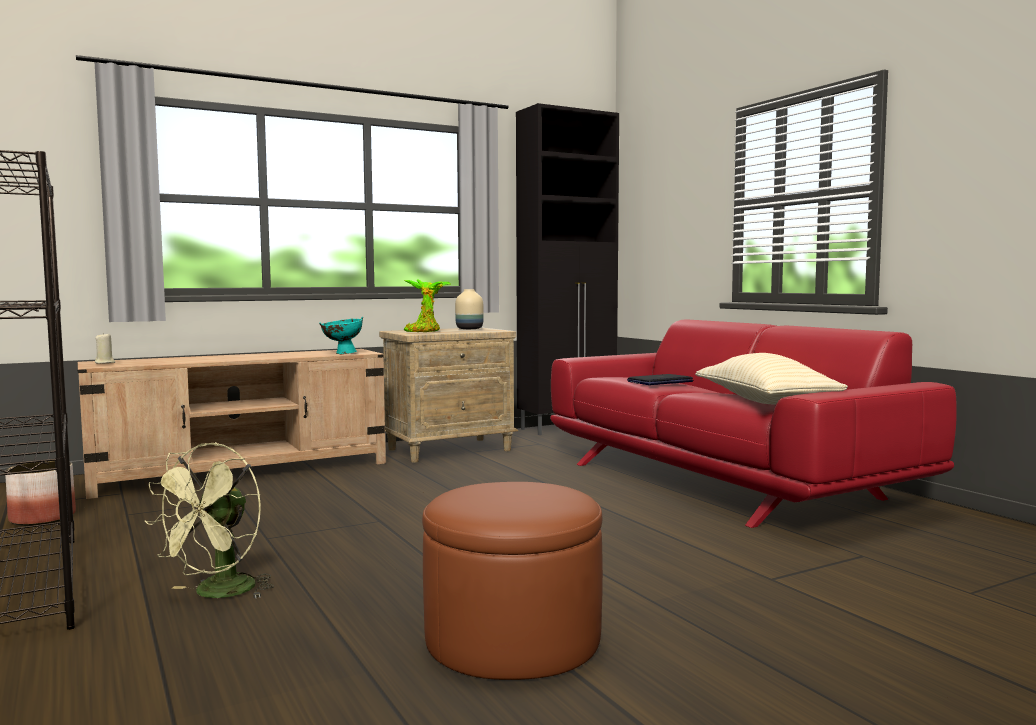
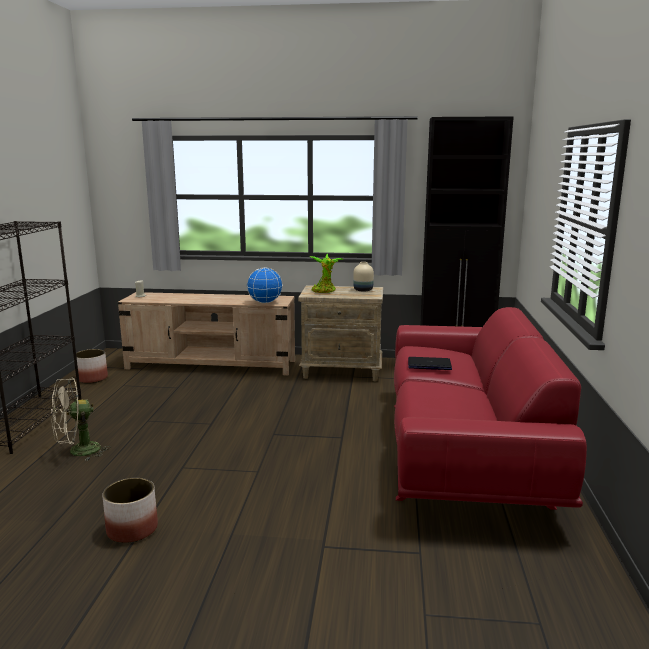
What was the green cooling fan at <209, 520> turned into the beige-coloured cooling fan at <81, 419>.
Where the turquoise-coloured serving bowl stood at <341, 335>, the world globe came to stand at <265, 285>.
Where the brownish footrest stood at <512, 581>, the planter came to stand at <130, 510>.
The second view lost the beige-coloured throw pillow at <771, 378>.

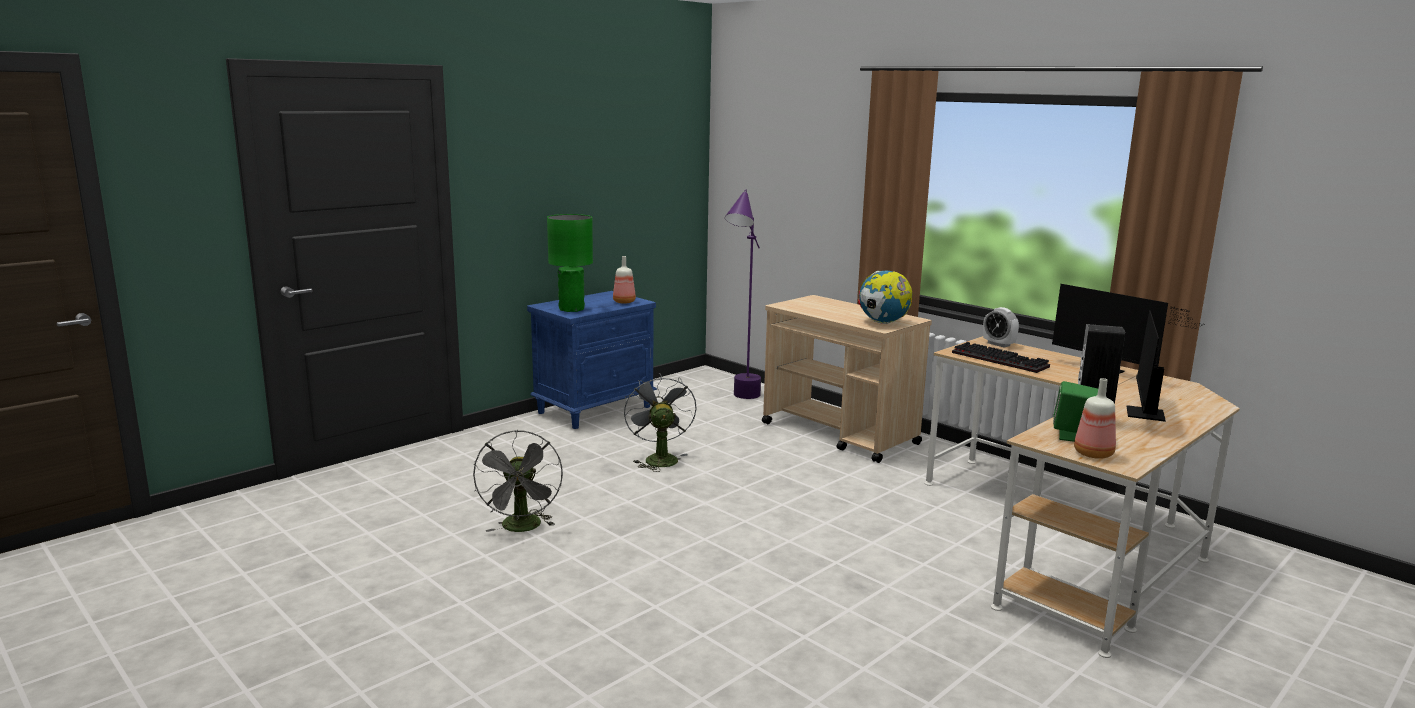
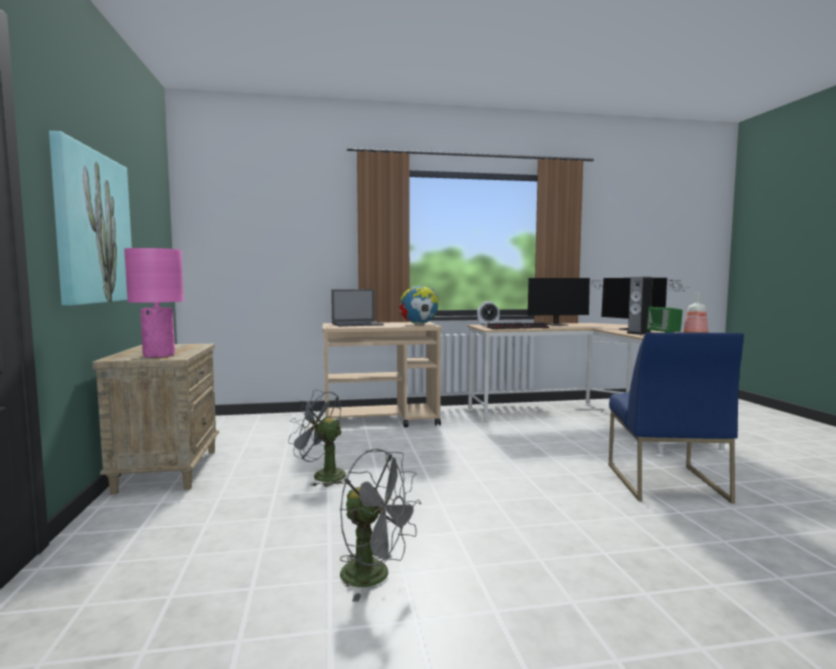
What was the blue bedside table at <592, 360> turned into the beige-coloured bedside table at <155, 419>.
What was the green lamp for a table at <570, 263> turned into the pinkish lamp for a table at <154, 303>.
The second view lost the bottle at <624, 280>.
The second view lost the purplish standing lamp at <743, 294>.
The second view gained the wall art at <90, 218>.
The second view gained the portable computer at <357, 308>.
The second view gained the blue chair at <676, 418>.

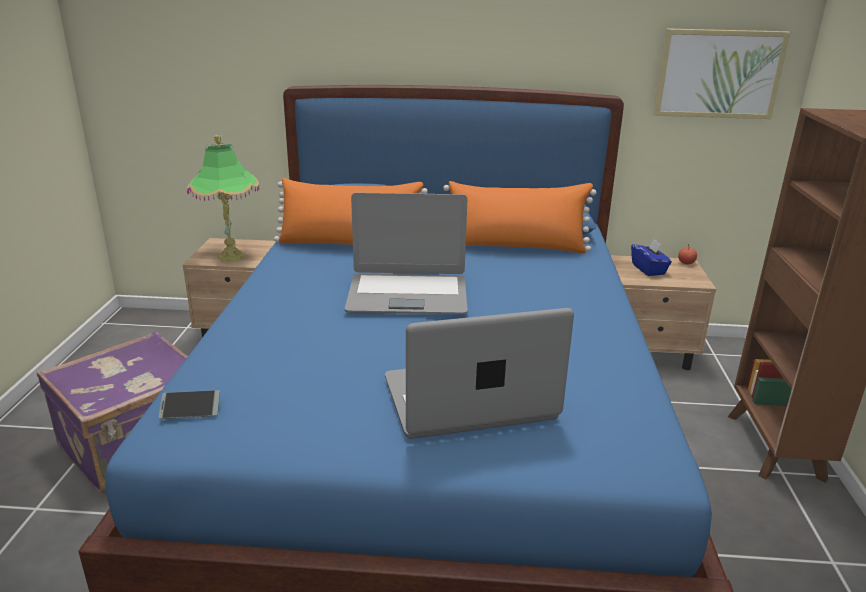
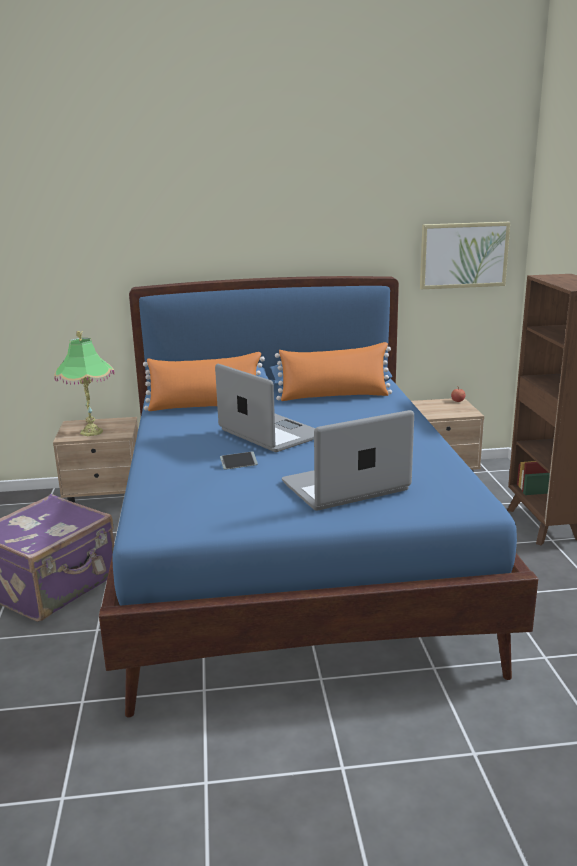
The telephone ended up elsewhere, having gone from <189, 404> to <239, 460>.
The portable computer at <406, 253> ended up facing another way, 120 degrees counterclockwise from before.
The second view lost the blue box of tissues at <651, 257>.

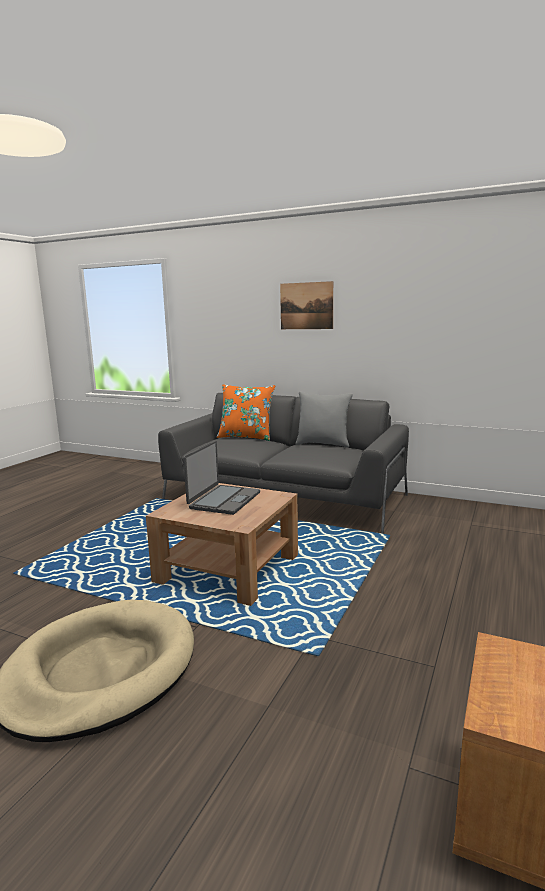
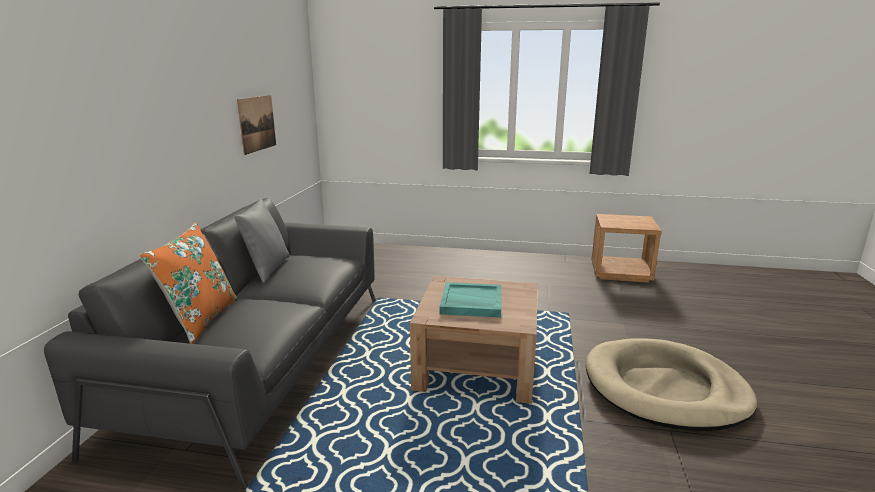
Where the portable computer stood at <222, 477>, the turquoise-coloured carrying tray came to stand at <470, 300>.
The wall art ended up elsewhere, having gone from <306, 305> to <256, 125>.

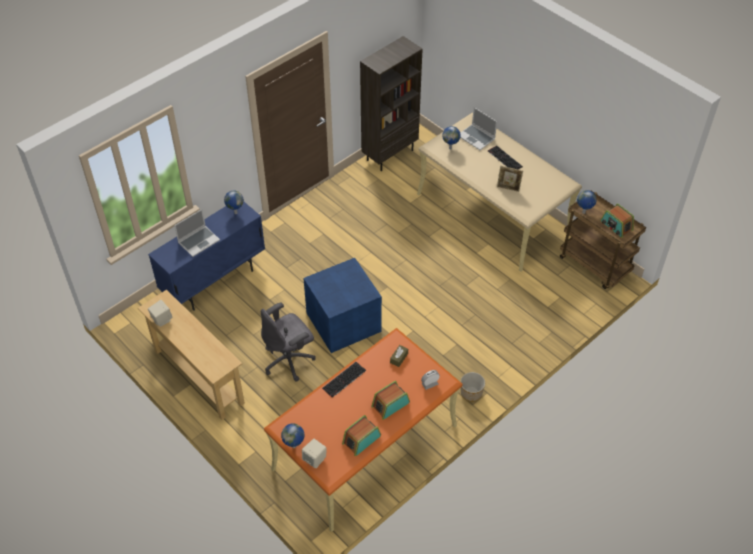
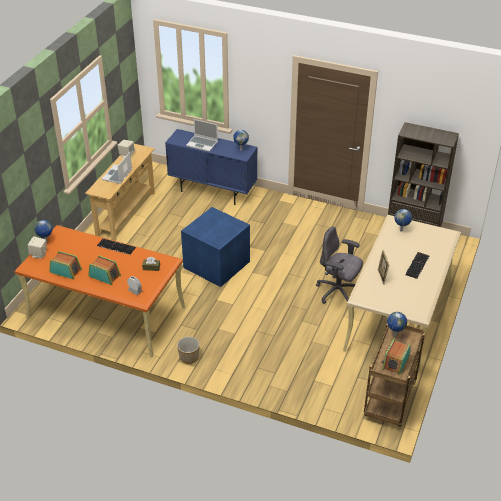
The grey office chair ended up elsewhere, having gone from <288, 341> to <339, 265>.
The portable computer ended up elsewhere, having gone from <478, 128> to <117, 168>.

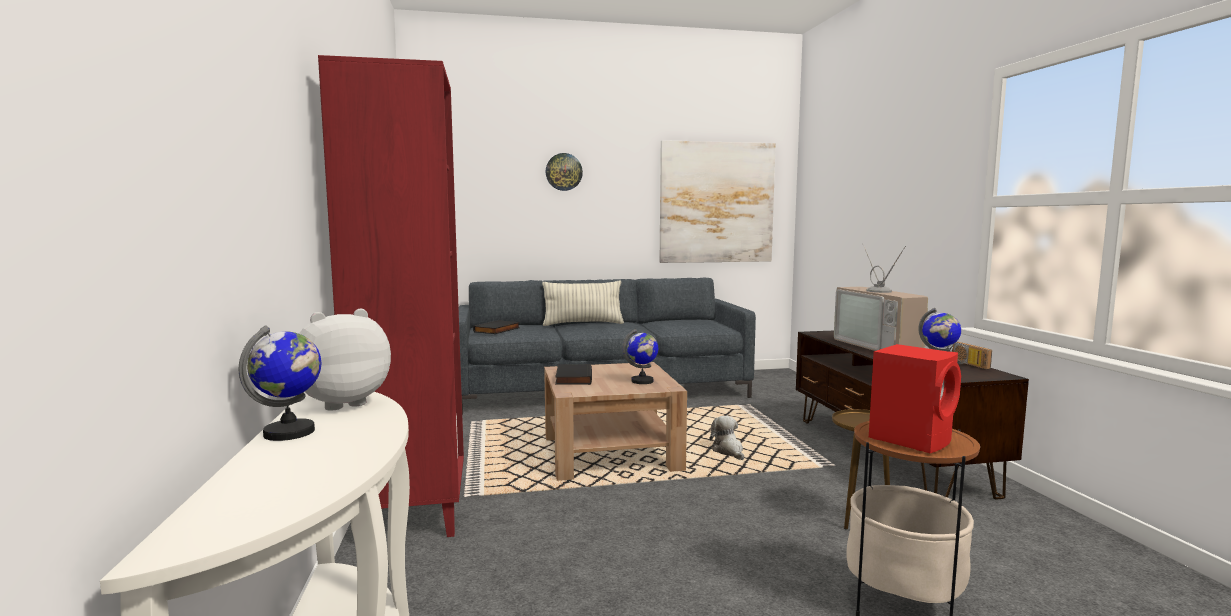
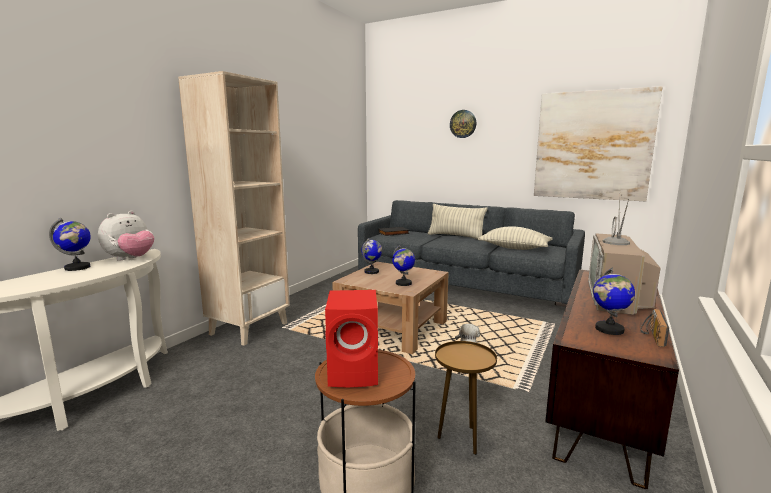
The plush toy at <345, 359> ended up facing another way, 120 degrees clockwise from before.
What was the reddish bookshelf at <391, 296> turned into the beige-coloured bookshelf at <234, 208>.
Where the black volume stood at <573, 374>, the world globe came to stand at <371, 256>.
The second view gained the throw pillow at <515, 238>.

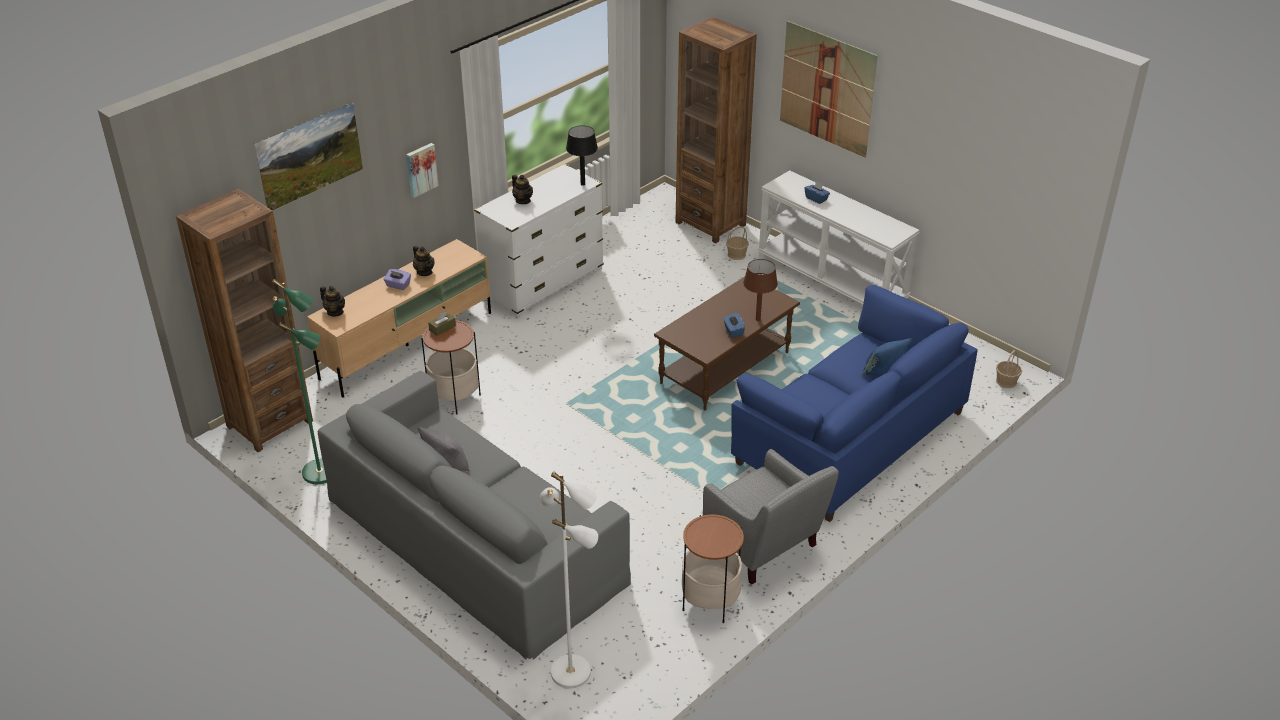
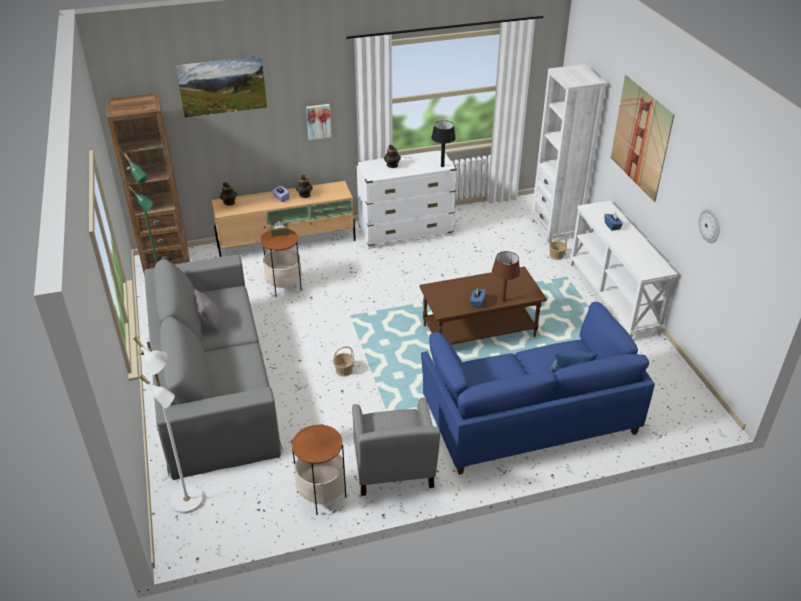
What was the brownish bookshelf at <716, 130> turned into the white bookshelf at <568, 153>.
The household basket ended up elsewhere, having gone from <1009, 369> to <343, 361>.
The second view gained the wall clock at <709, 226>.

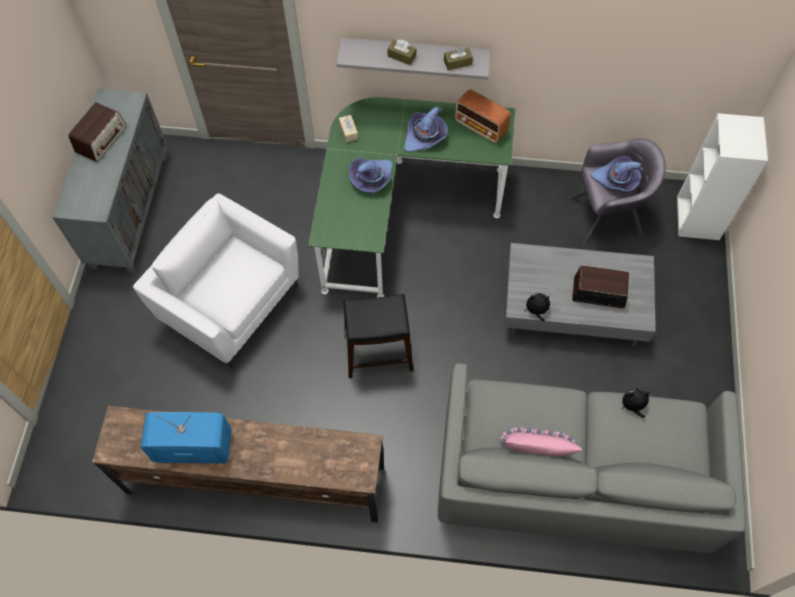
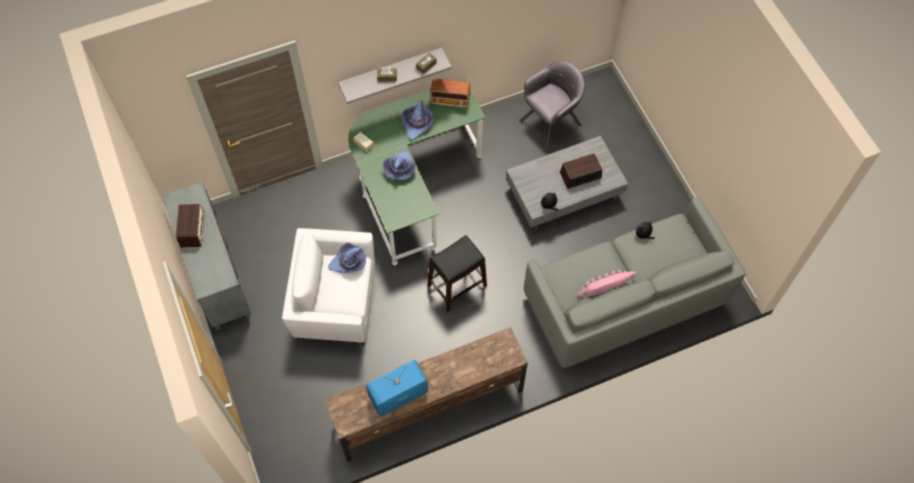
The purplish clothing hat ended up elsewhere, having gone from <617, 174> to <347, 258>.
The second view lost the white bookshelf at <722, 176>.

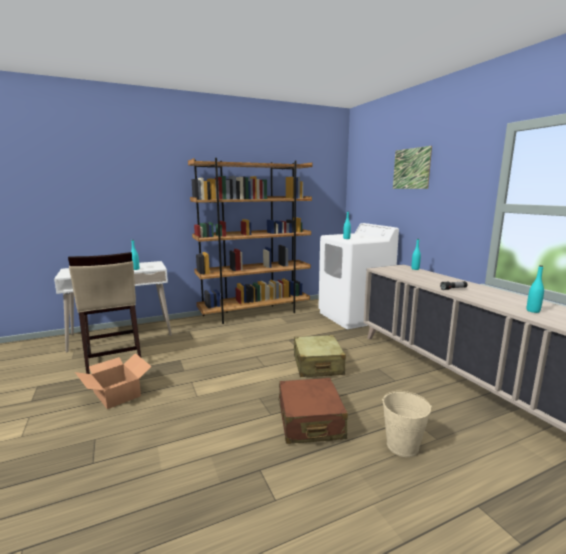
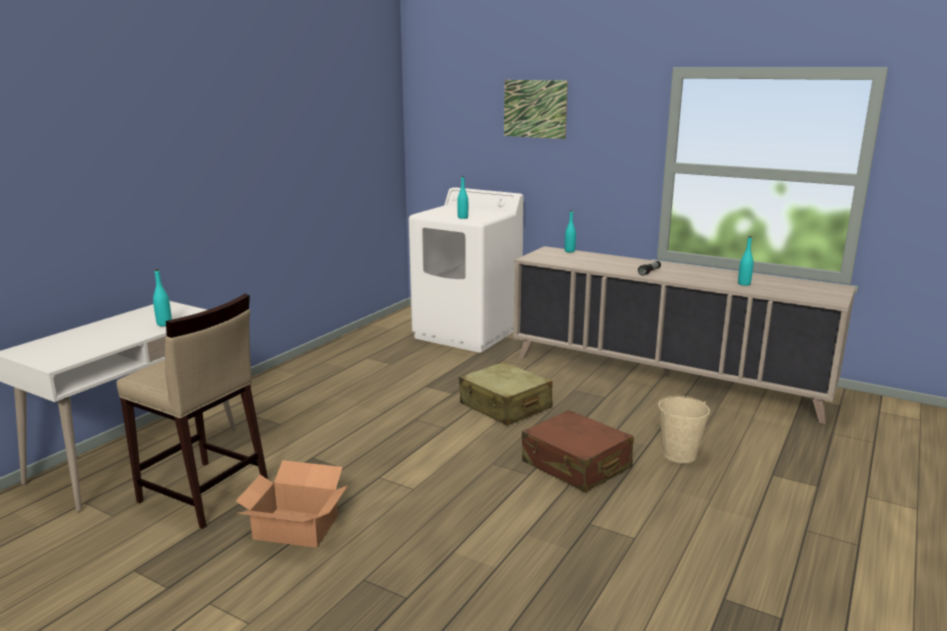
The second view lost the brownish bookshelf at <250, 241>.

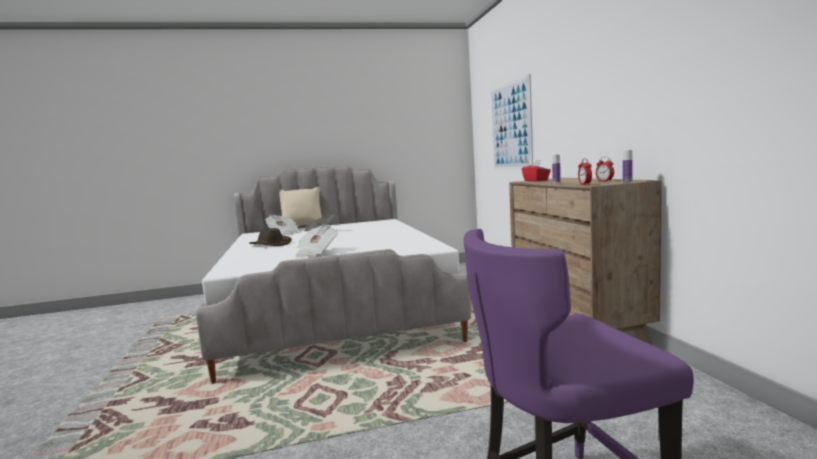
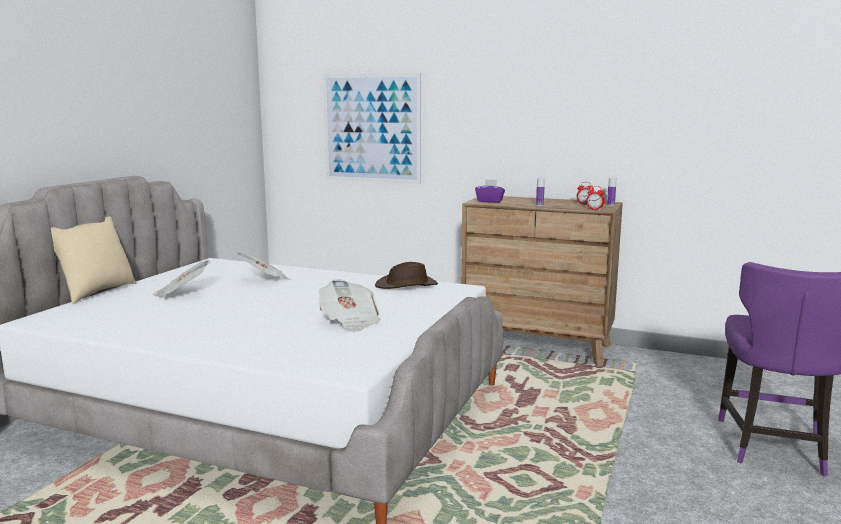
The brownish clothing hat ended up elsewhere, having gone from <270, 237> to <406, 275>.
The newspaper ended up elsewhere, having gone from <282, 225> to <263, 266>.
What was the reddish box of tissues at <536, 170> turned into the purplish box of tissues at <490, 191>.

